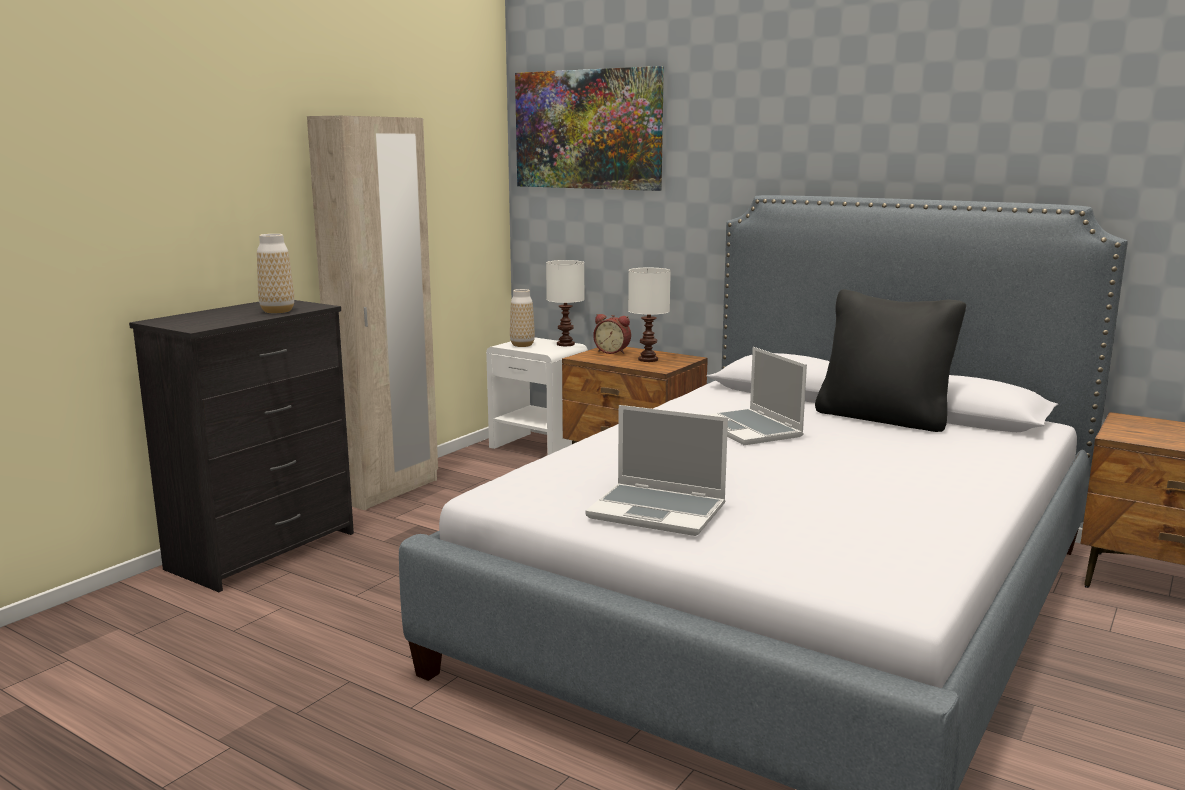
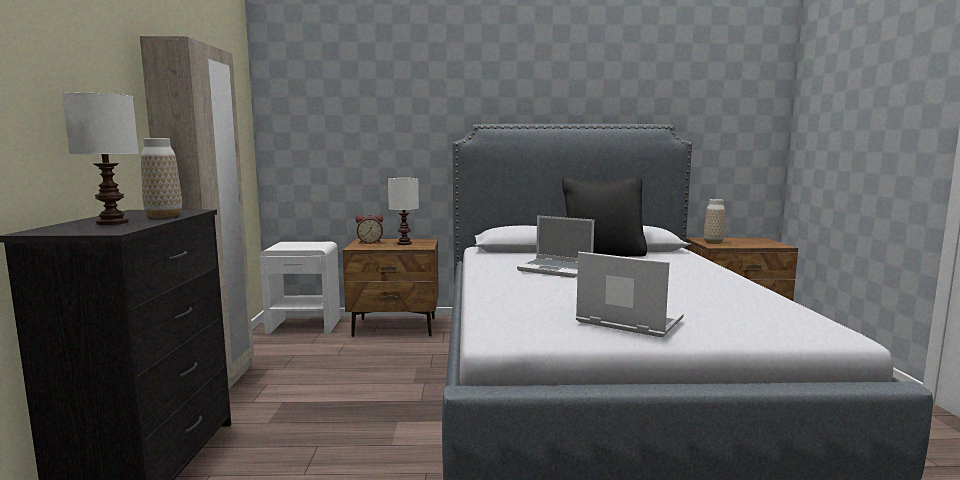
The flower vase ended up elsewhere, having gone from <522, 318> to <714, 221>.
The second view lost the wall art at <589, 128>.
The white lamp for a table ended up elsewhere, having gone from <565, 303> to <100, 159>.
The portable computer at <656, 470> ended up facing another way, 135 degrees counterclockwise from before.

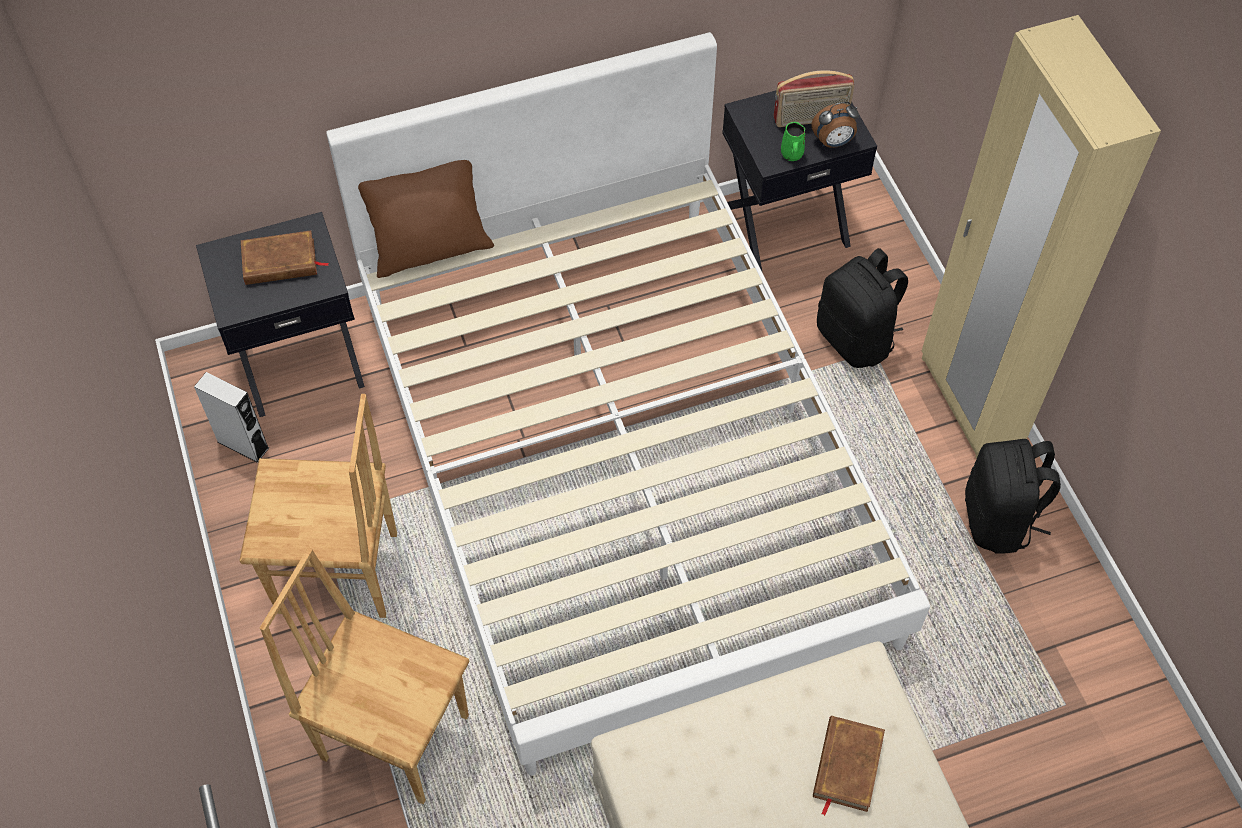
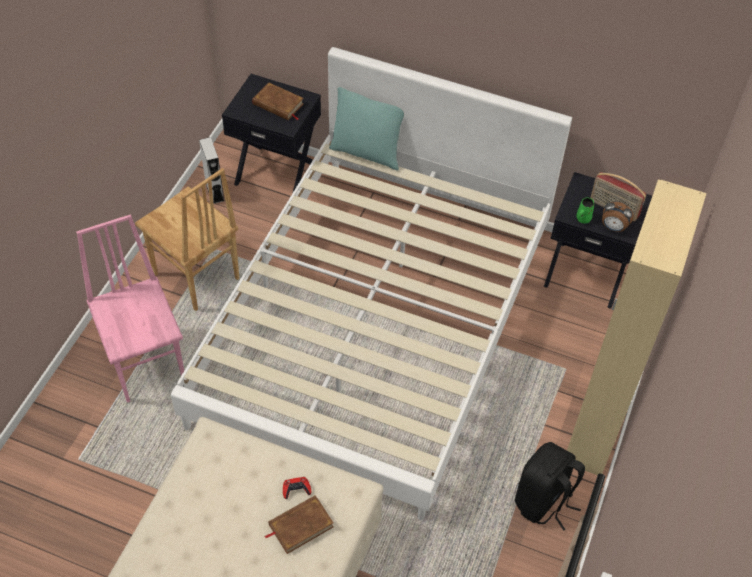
What was the brownish chair at <364, 676> turned into the pinkish chair at <130, 308>.
What was the brownish throw pillow at <426, 219> turned into the turquoise-coloured throw pillow at <366, 129>.
The second view lost the black knapsack at <862, 308>.
The second view gained the reddish game controller at <297, 488>.

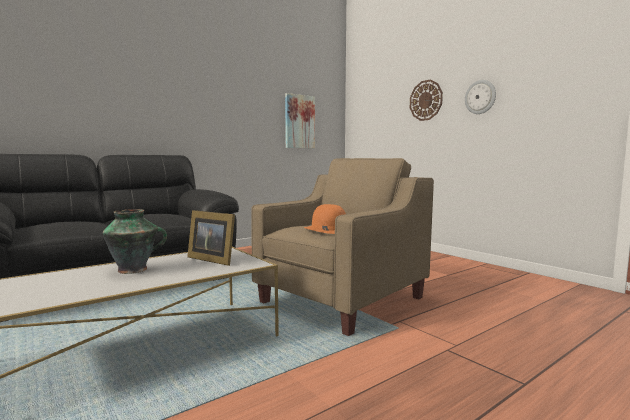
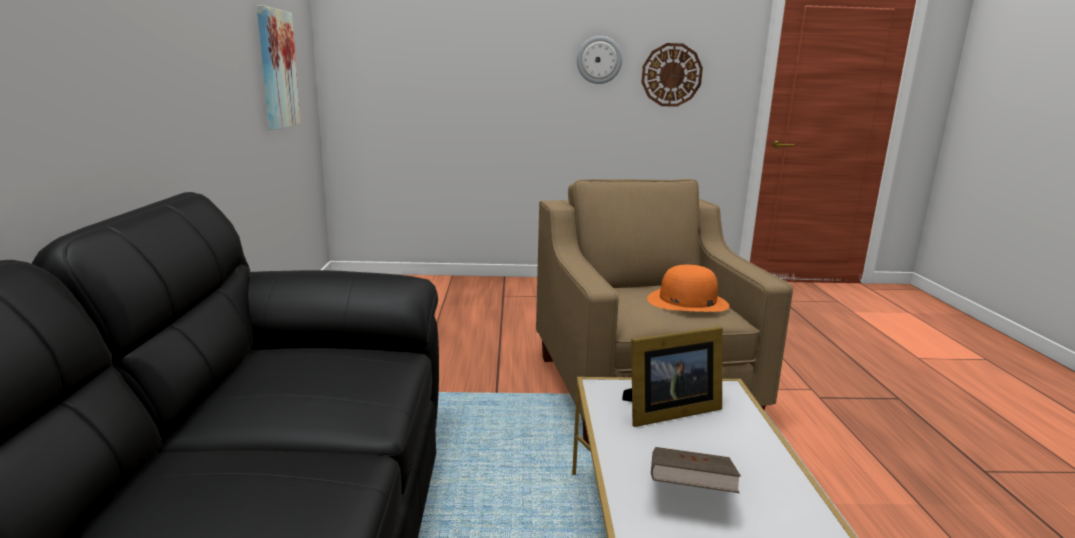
Where the flower vase stood at <135, 241>, the brownish volume came to stand at <696, 470>.
The wall clock ended up elsewhere, having gone from <426, 100> to <672, 75>.

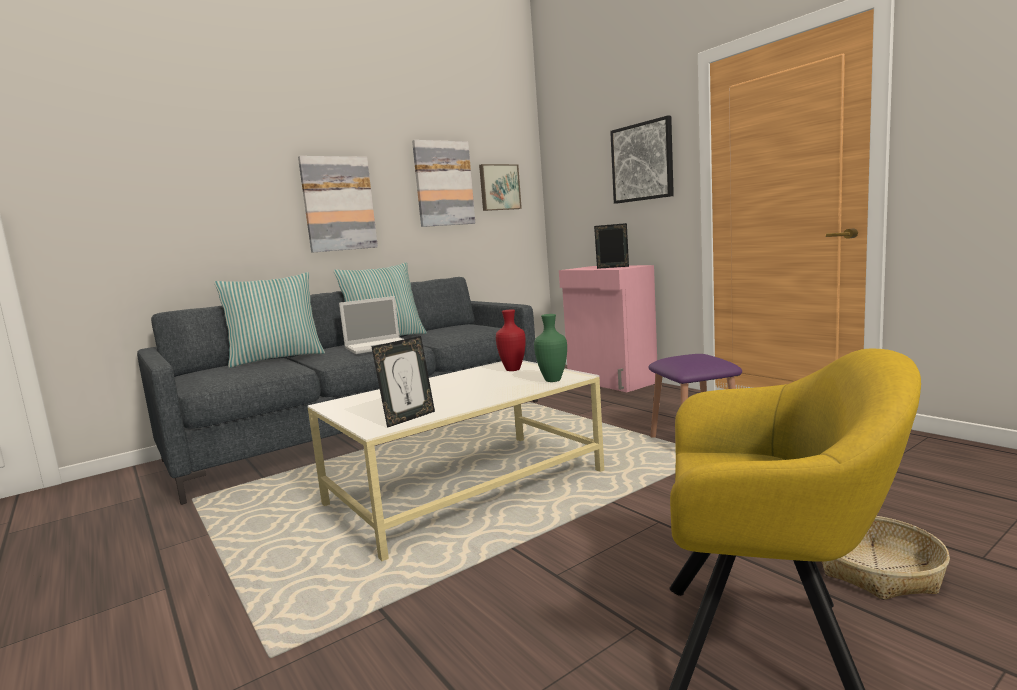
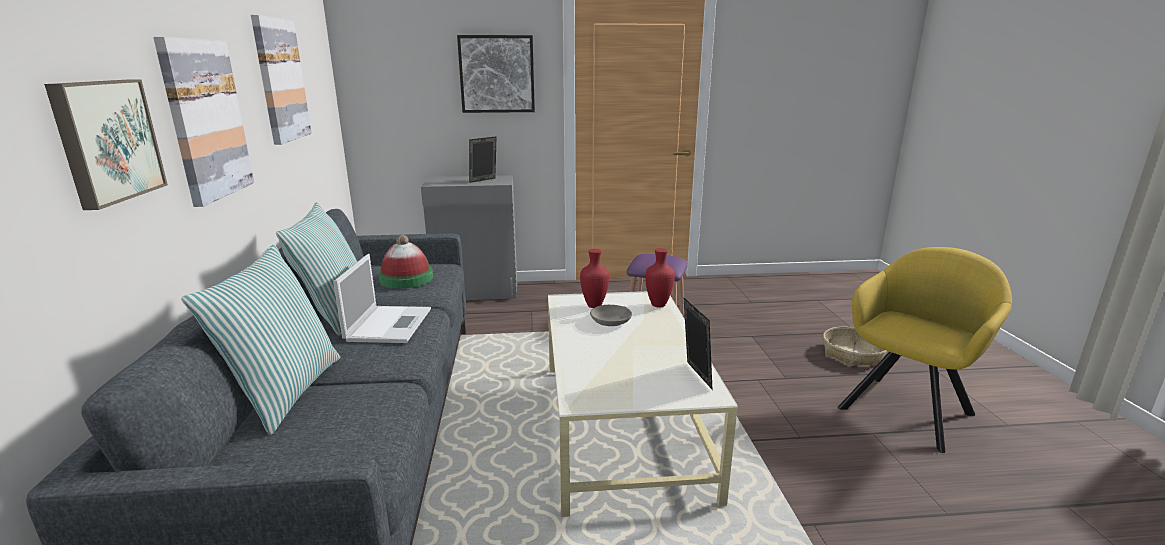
The wall art ended up elsewhere, having gone from <500, 187> to <106, 144>.
What was the green flower vase at <550, 348> turned into the reddish flower vase at <660, 277>.
What was the pinkish storage cabinet at <608, 328> turned into the grey storage cabinet at <469, 237>.
The second view gained the clothing hat at <406, 261>.
The second view gained the grey serving bowl at <611, 315>.

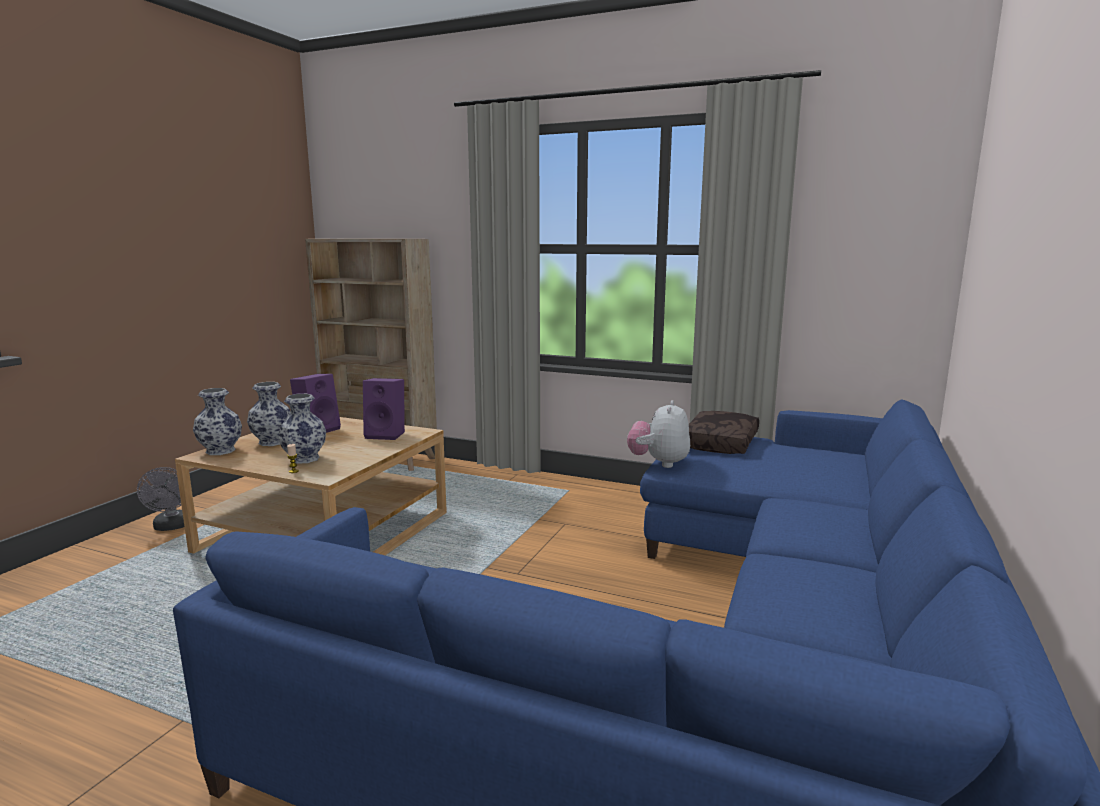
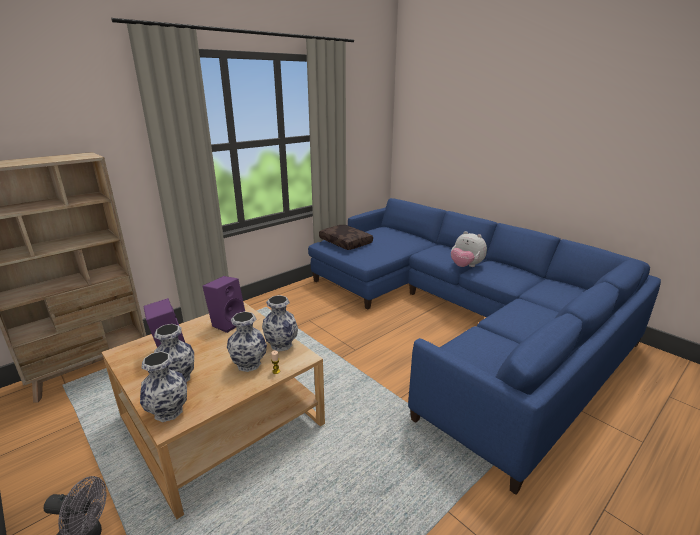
The plush toy ended up elsewhere, having gone from <658, 434> to <469, 249>.
The second view gained the flower vase at <280, 323>.

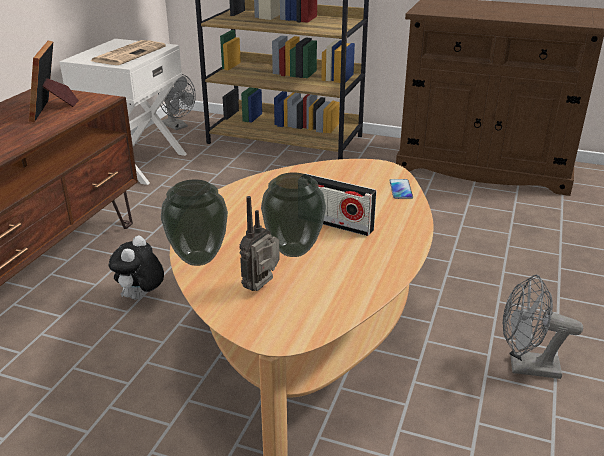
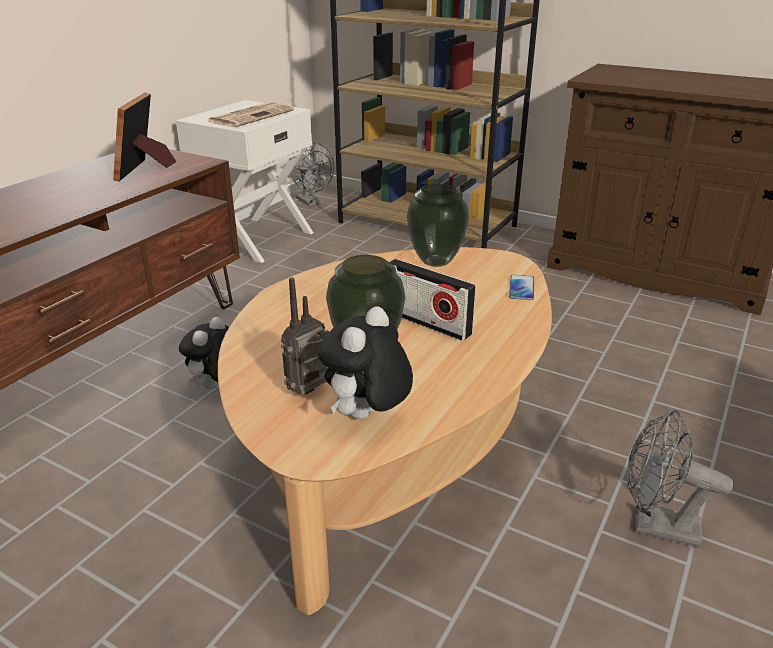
The flower vase ended up elsewhere, having gone from <194, 222> to <438, 225>.
The second view gained the plush toy at <365, 363>.

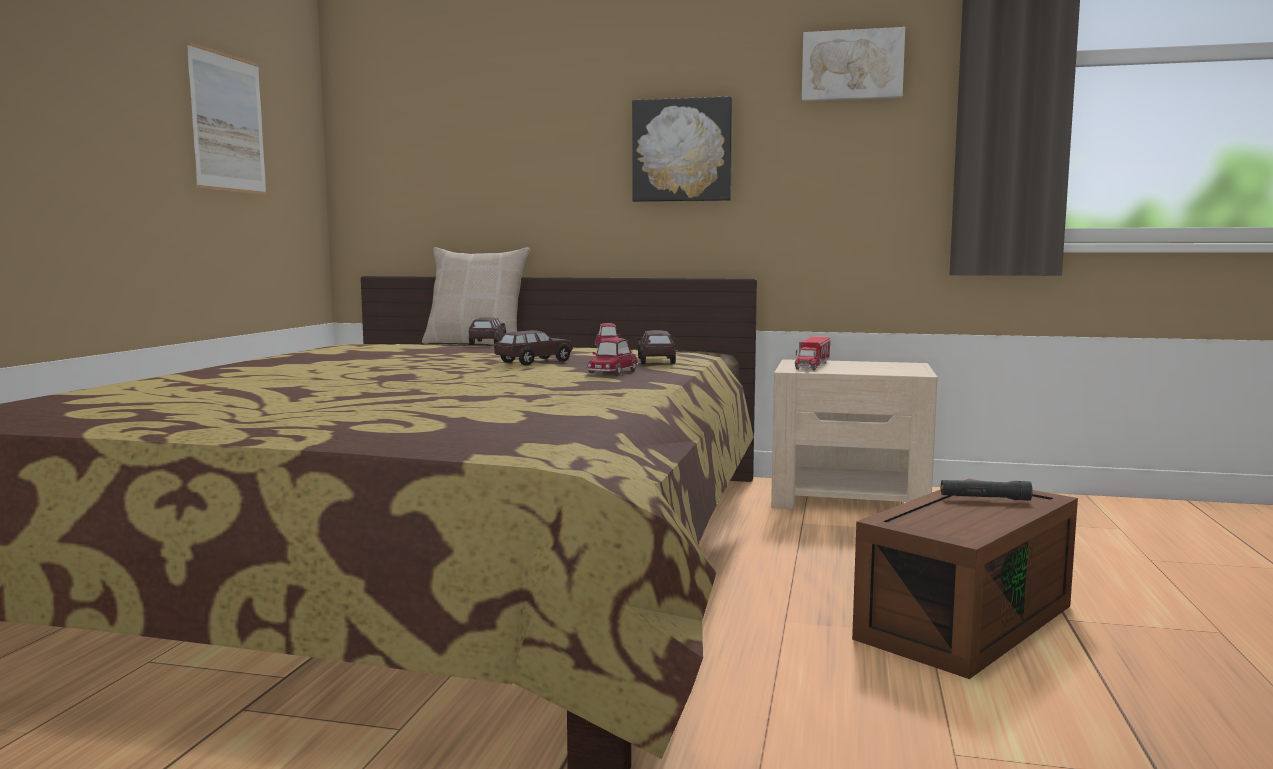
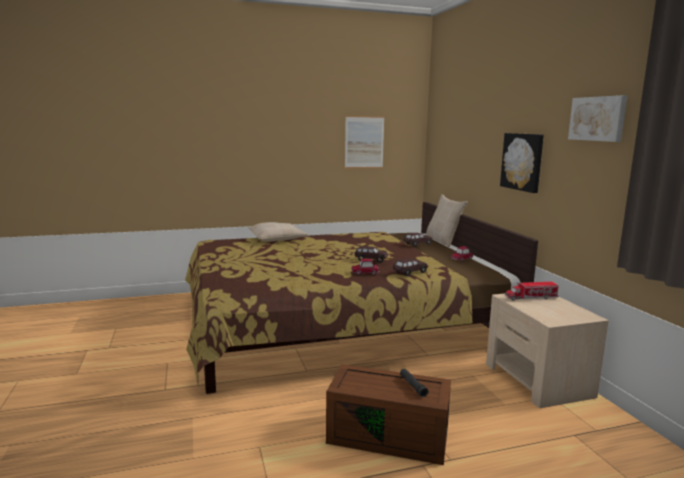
The second view gained the beige-coloured throw pillow at <278, 232>.

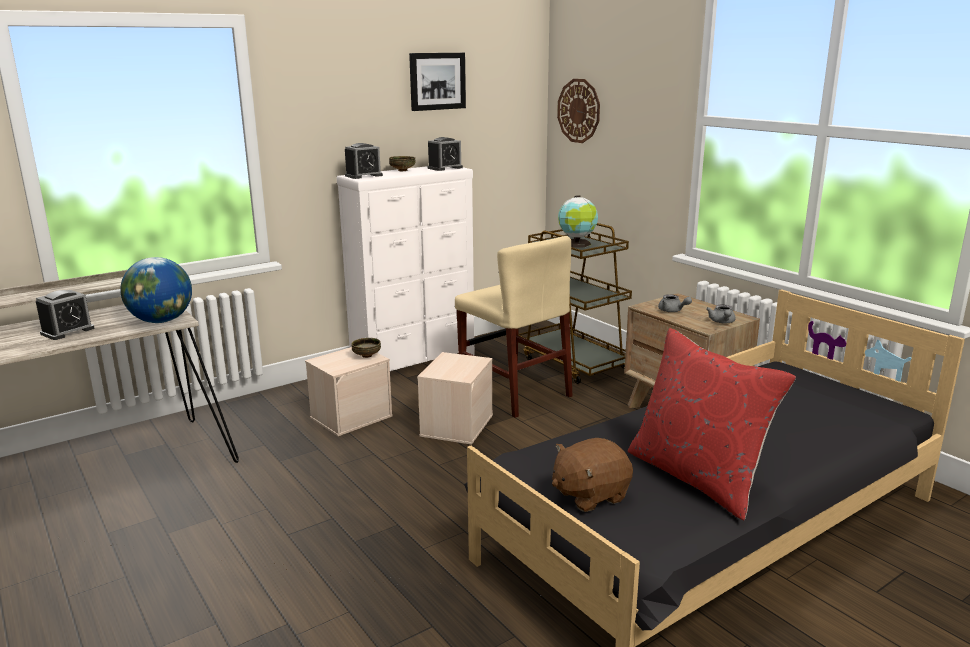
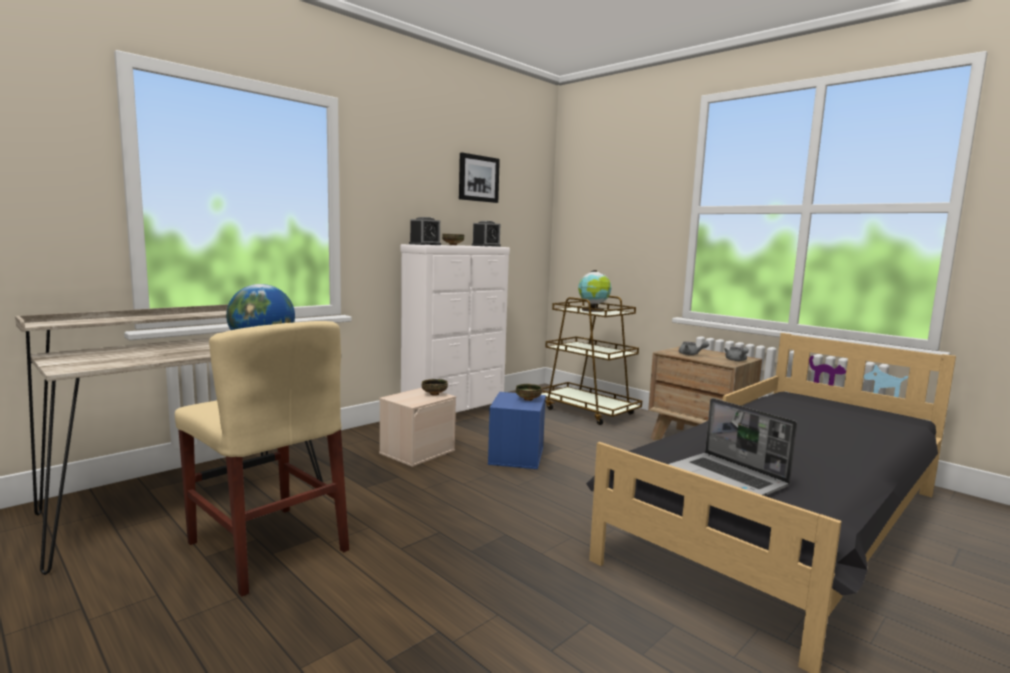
The second view lost the table clock at <65, 315>.
What was the beige-coloured storage box at <455, 398> turned into the blue storage box at <517, 430>.
The beige-coloured chair ended up elsewhere, having gone from <513, 327> to <262, 458>.
Where the brownish plush toy stood at <592, 475>, the portable computer came to stand at <733, 447>.
The second view lost the wall clock at <578, 111>.
The second view lost the reddish throw pillow at <712, 424>.
The second view gained the serving bowl at <529, 392>.

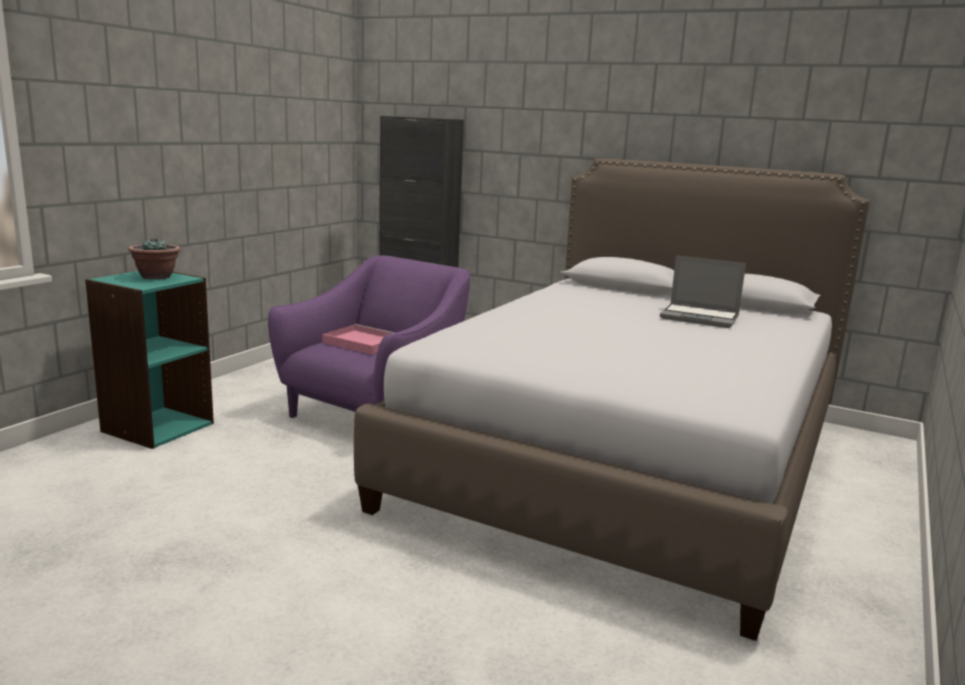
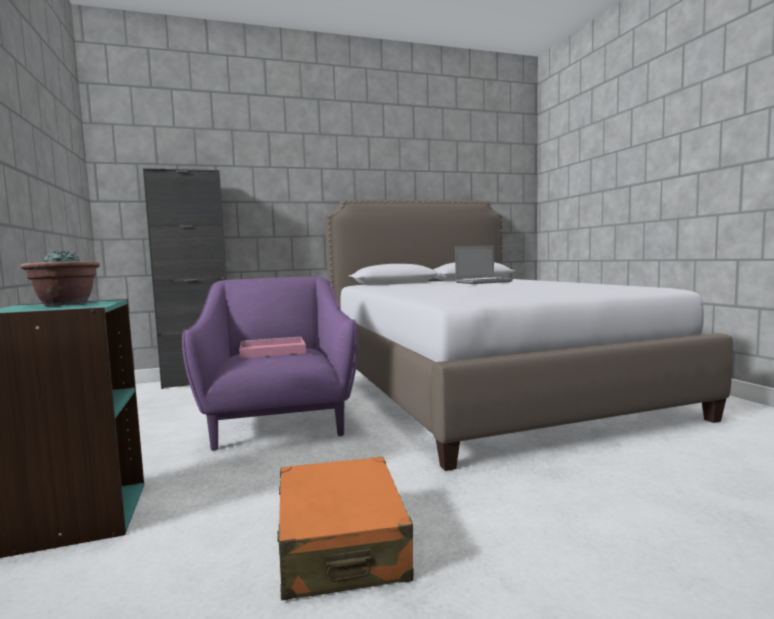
The second view gained the orange-coloured travel case at <345, 528>.

